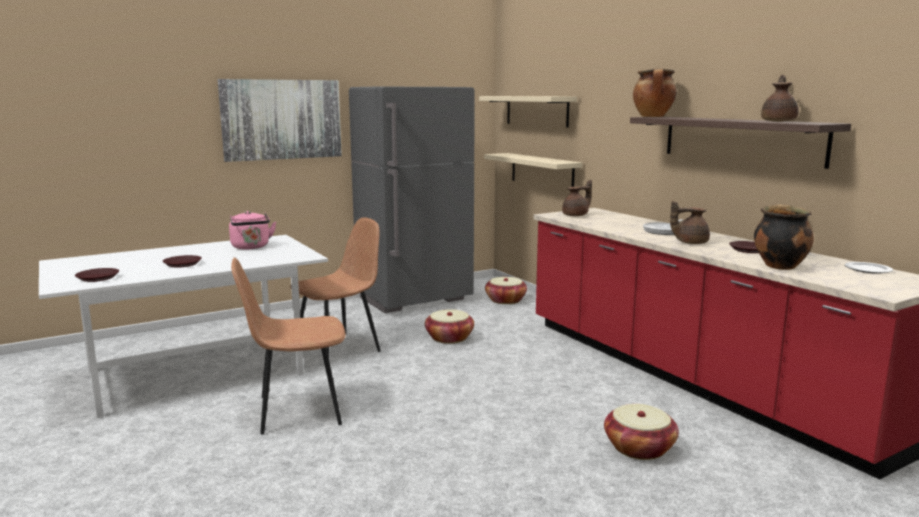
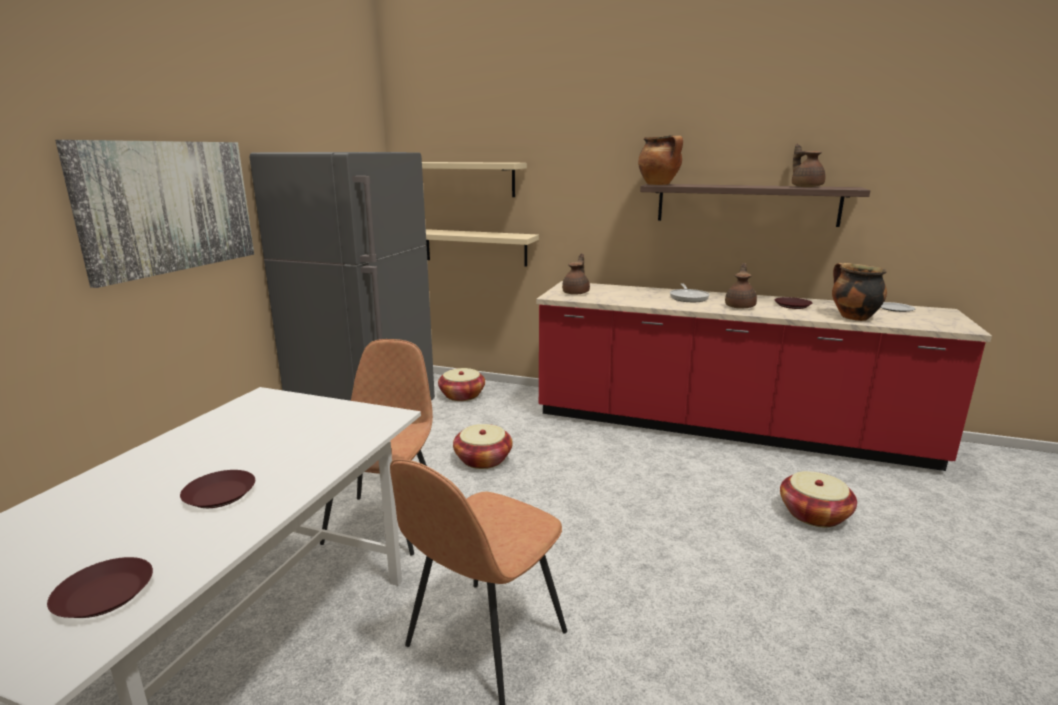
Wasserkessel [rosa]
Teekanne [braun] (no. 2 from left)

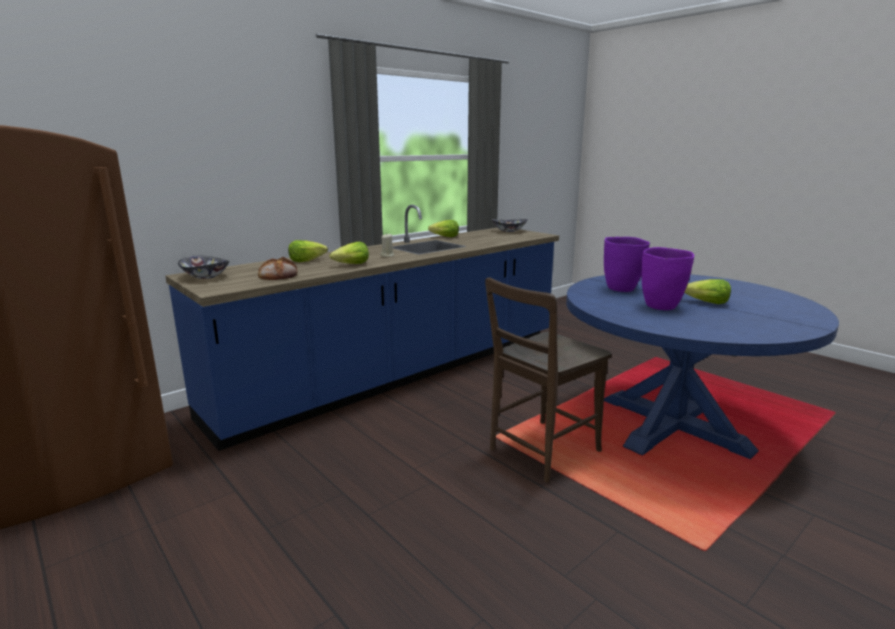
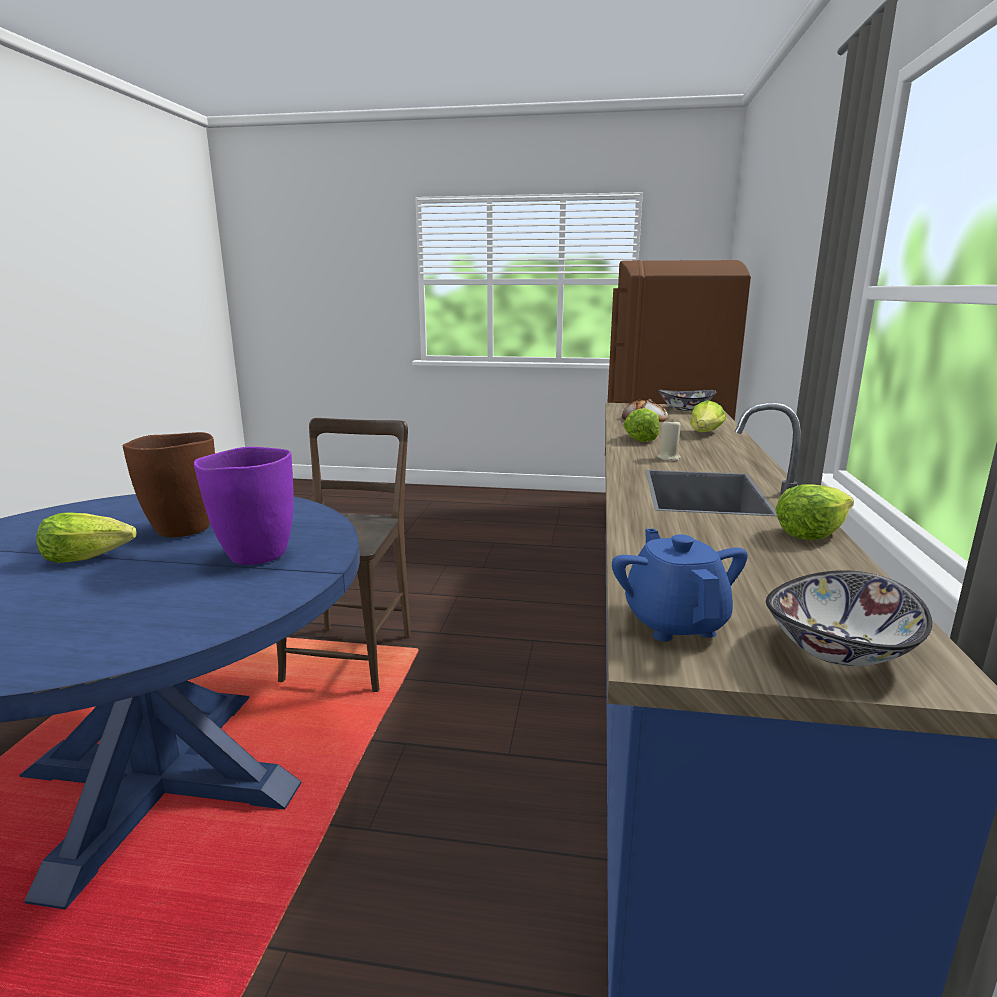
Vase [braun]
Teekanne [blau]

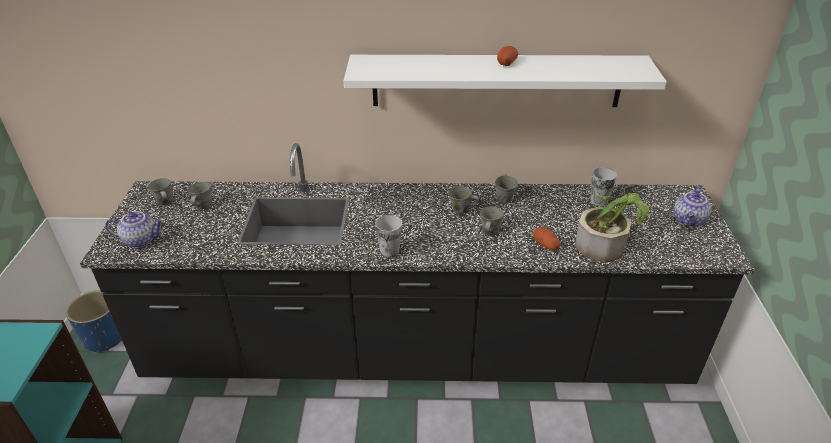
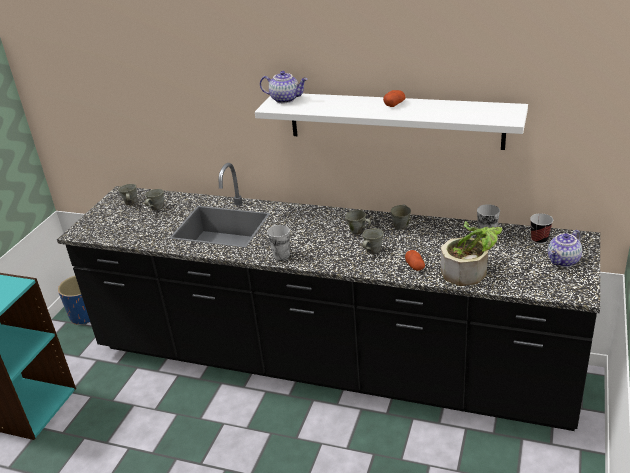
Teekanne (no. 1 from left)
Tasse (no. 3 from left)

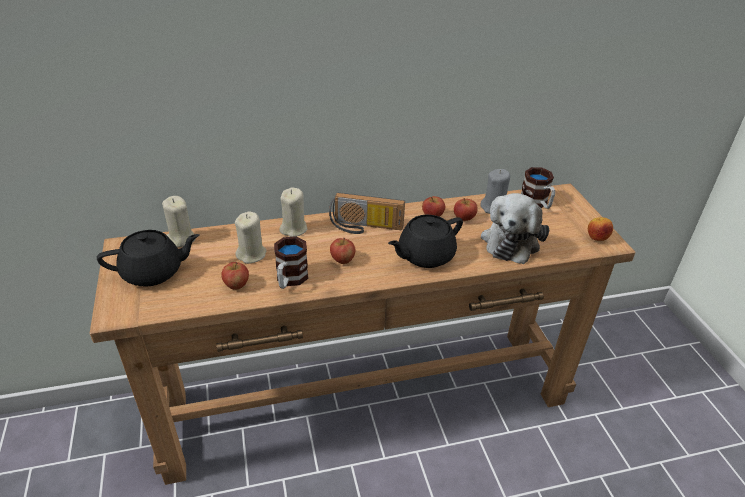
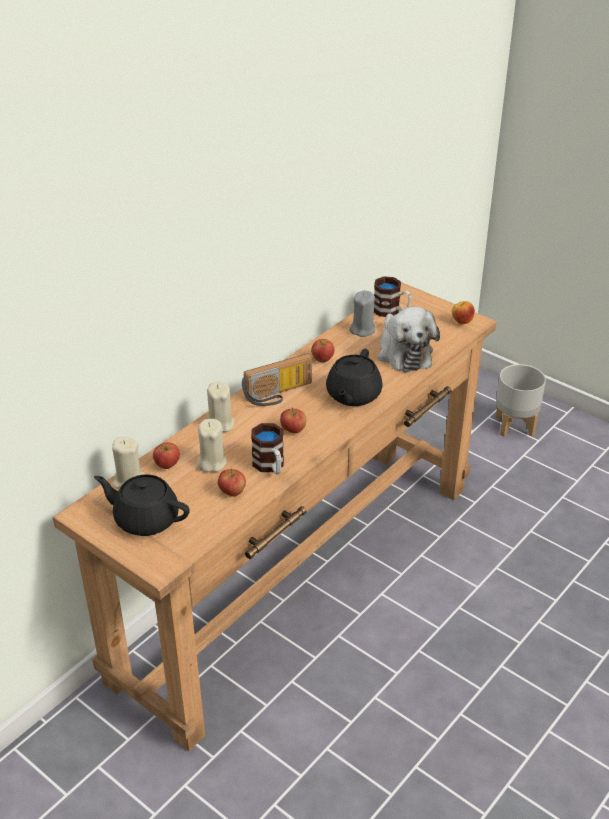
Teekanne [schwarz] (no. 1 from left)
Apfel (no. 1 from left)
Pflanzkübel [grau]

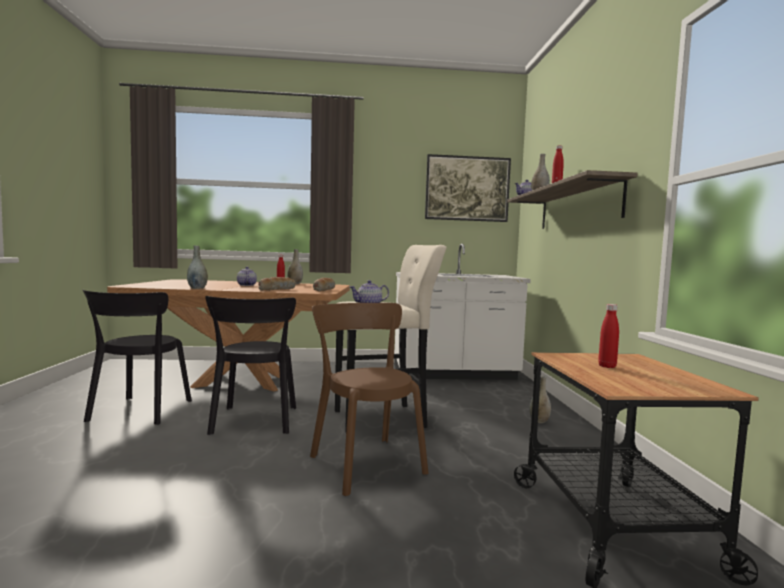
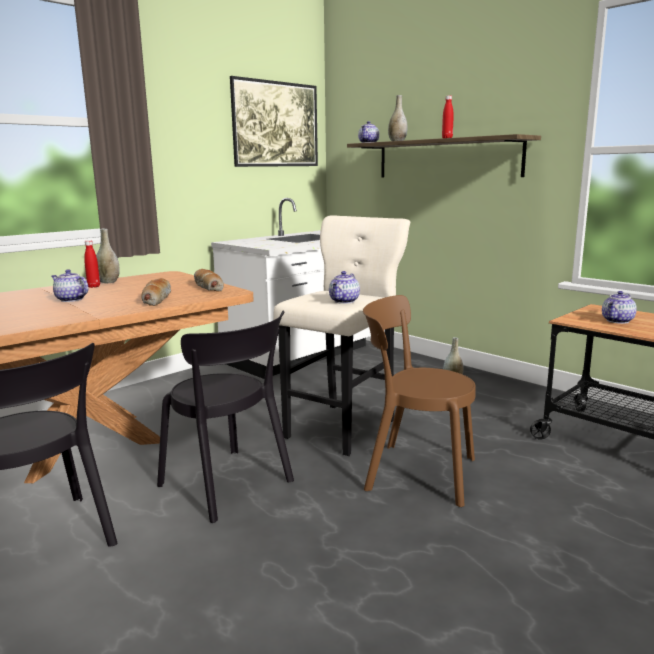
Vase [grau] (no. 1 from left in the first image)
Teekanne (no. 4 from left)

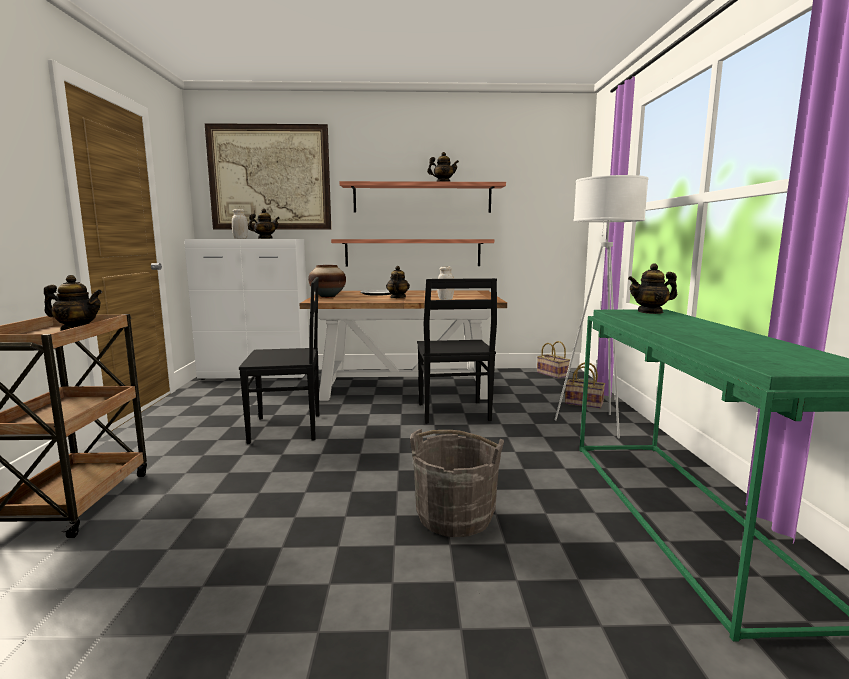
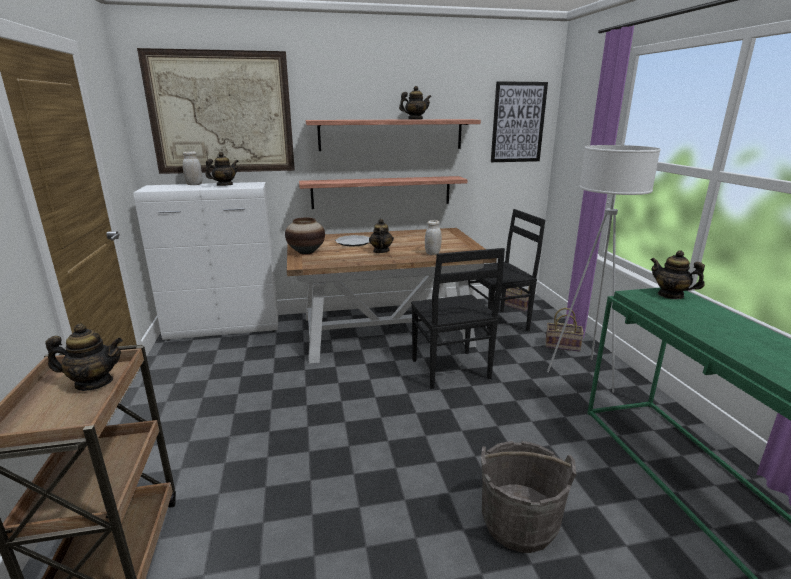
Stuhl [schwarz] (no. 2 from left)
Teekanne (no. 5 from left)
Bild (no. 2 from left)

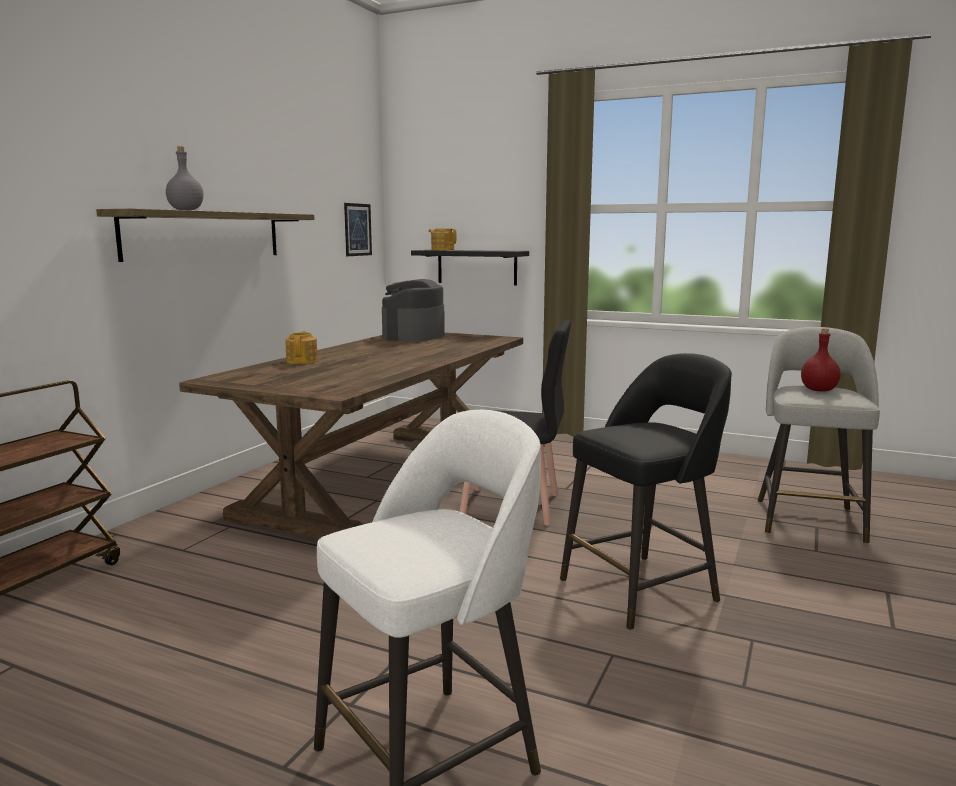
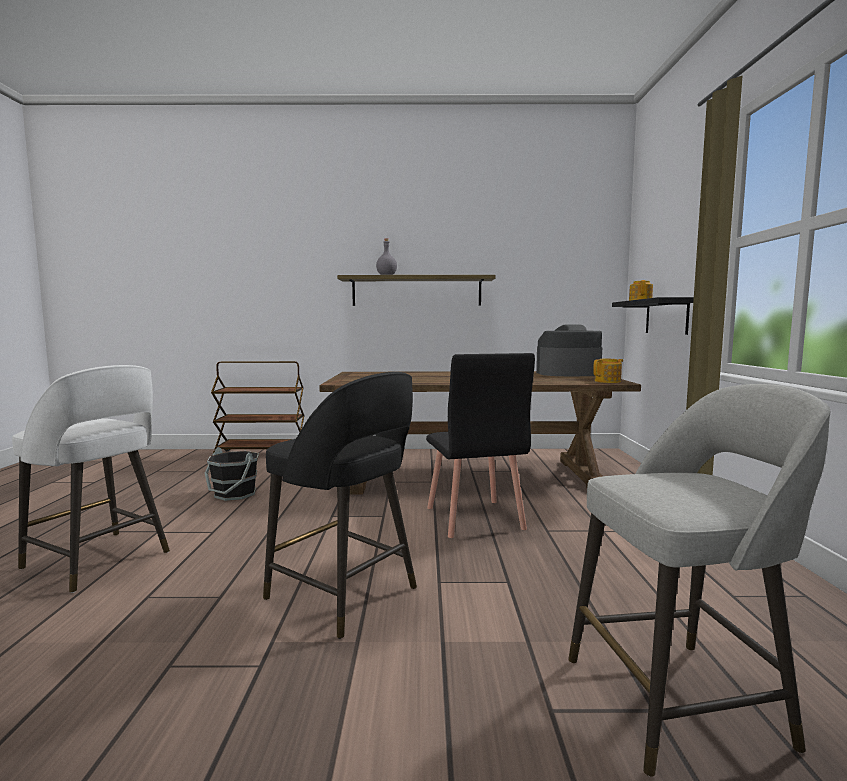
Teekanne (no. 1 from left)
Bild
Flasche [rot]
Eimer [schwarz]

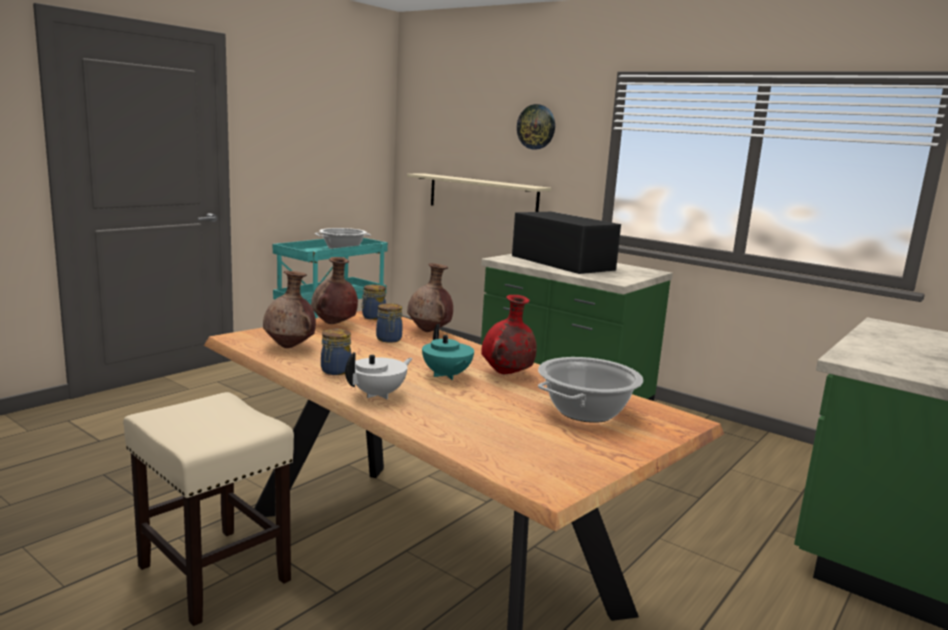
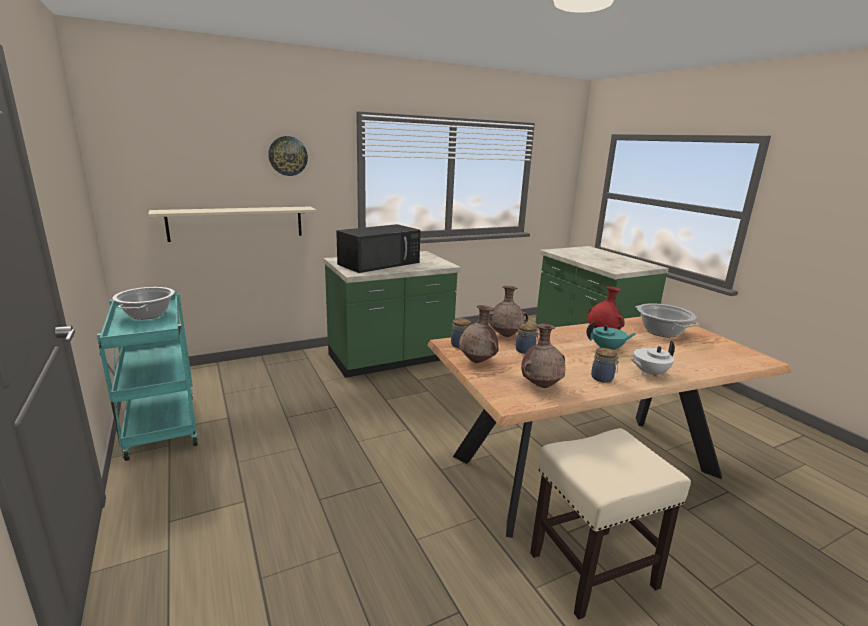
Teekanne [weiß]
Mikrowelle [schwarz]

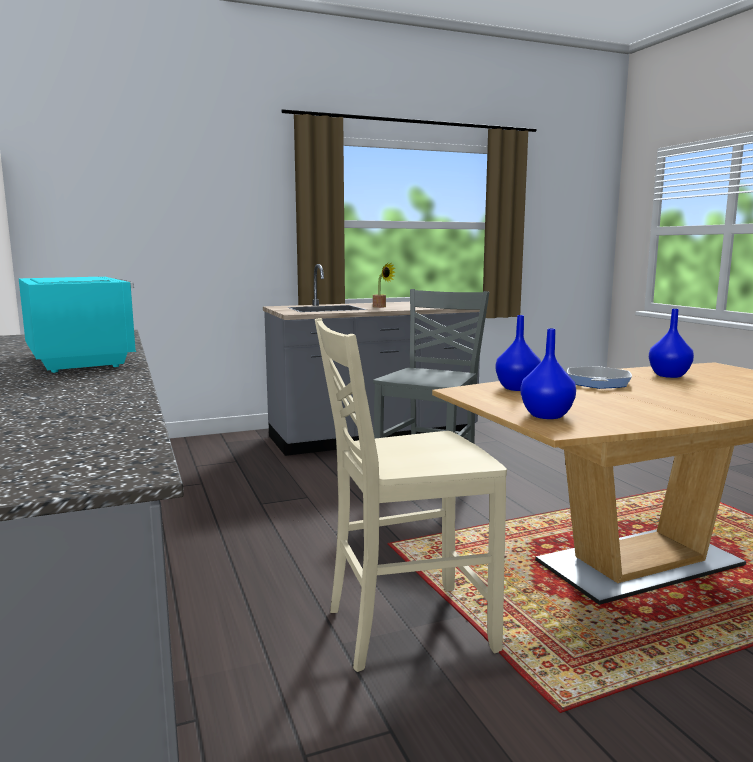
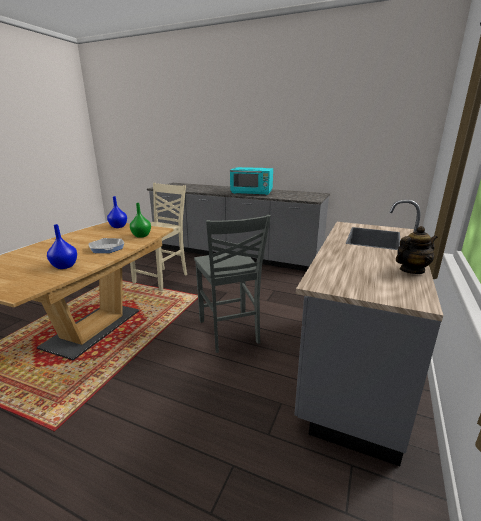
Topfpflanze
Vase [grün]
Teekanne

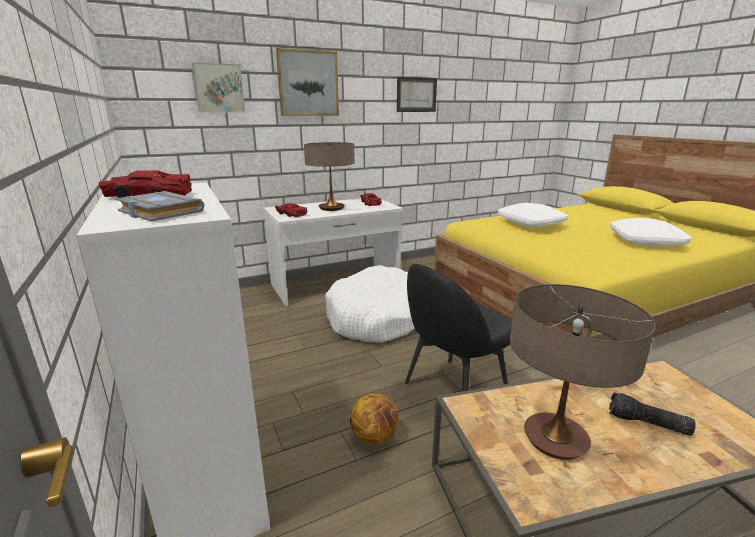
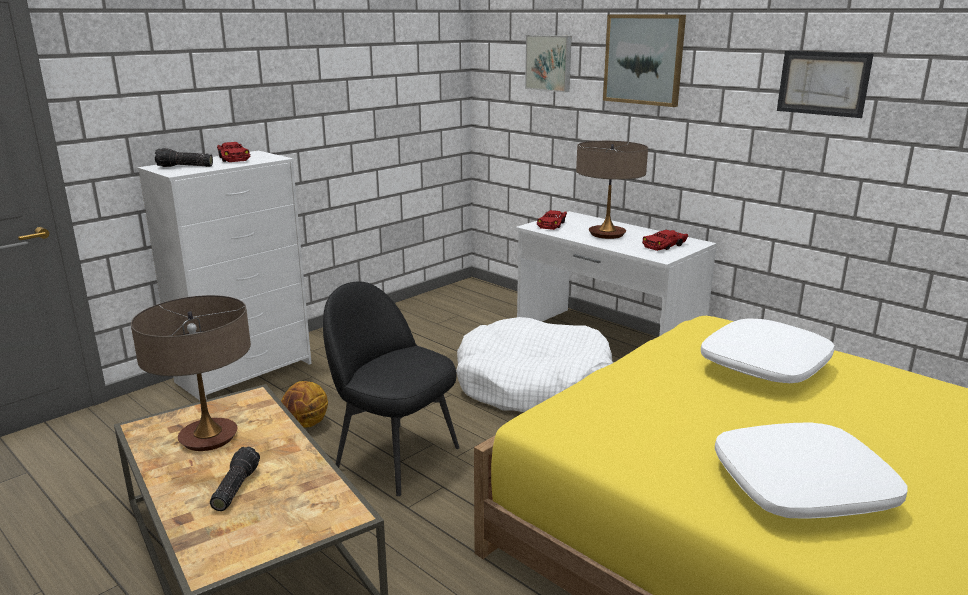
Taschenlampe (no. 1 from left)

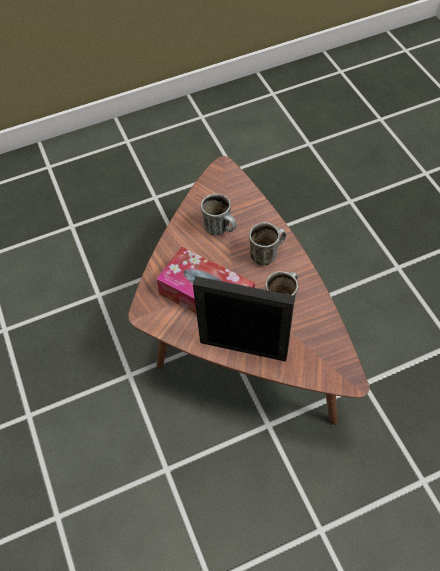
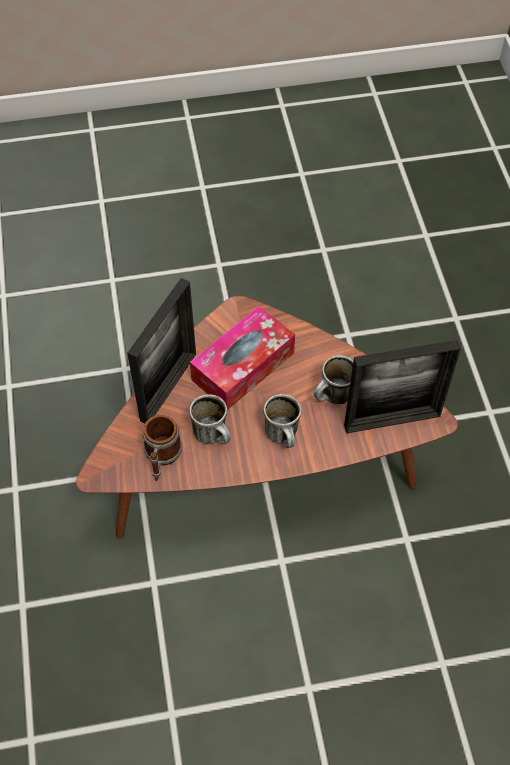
Henkelbecher (no. 1 from left)
Bilderrahmen (no. 2 from left)

